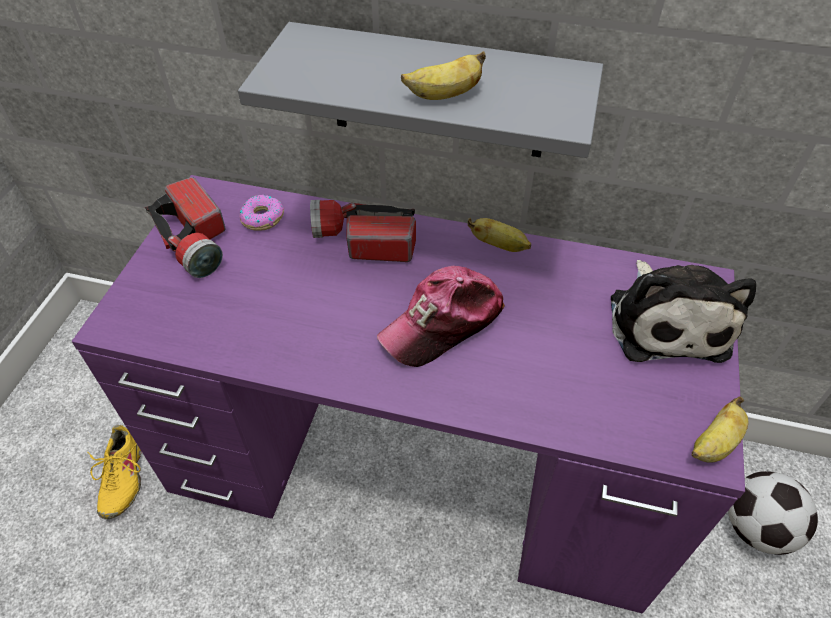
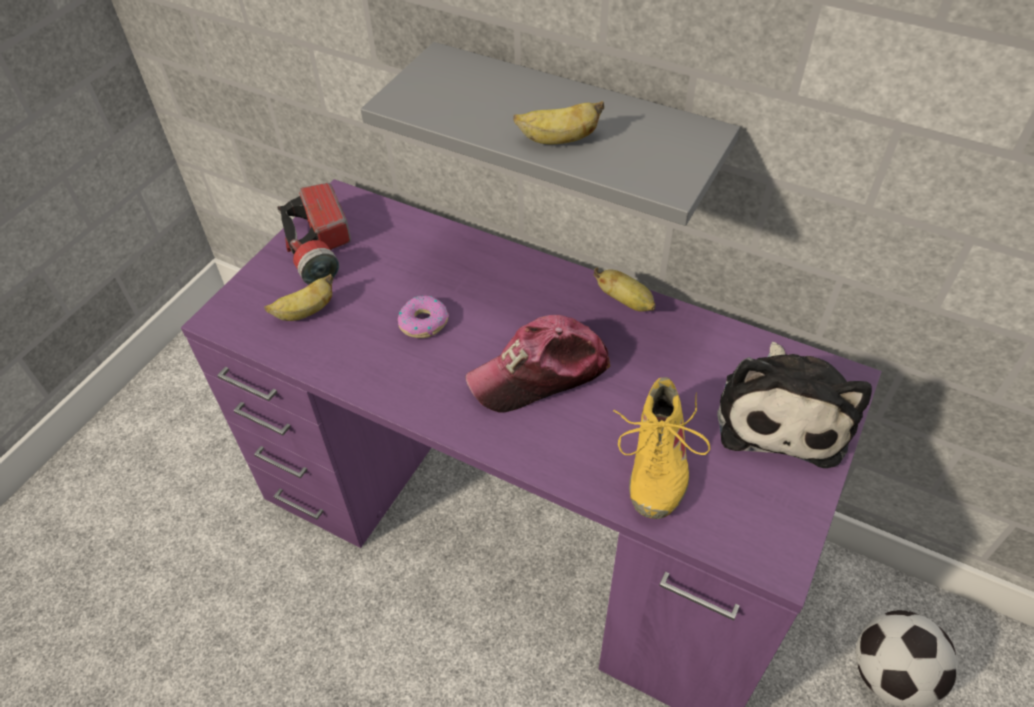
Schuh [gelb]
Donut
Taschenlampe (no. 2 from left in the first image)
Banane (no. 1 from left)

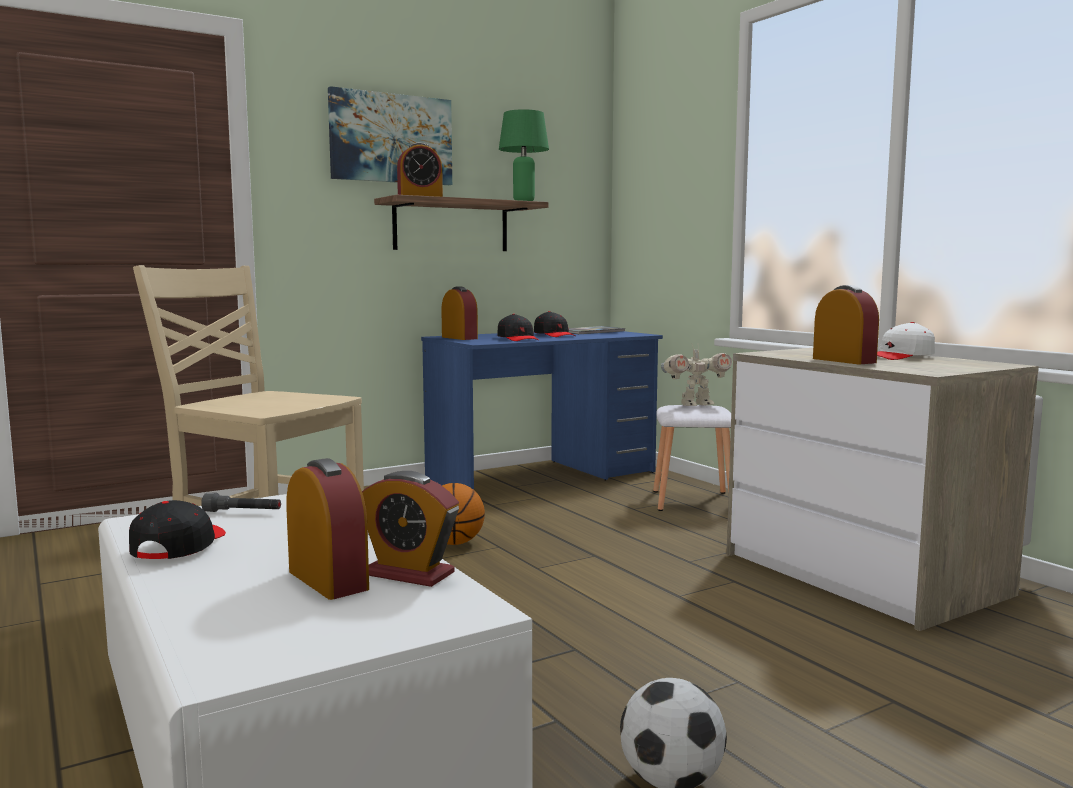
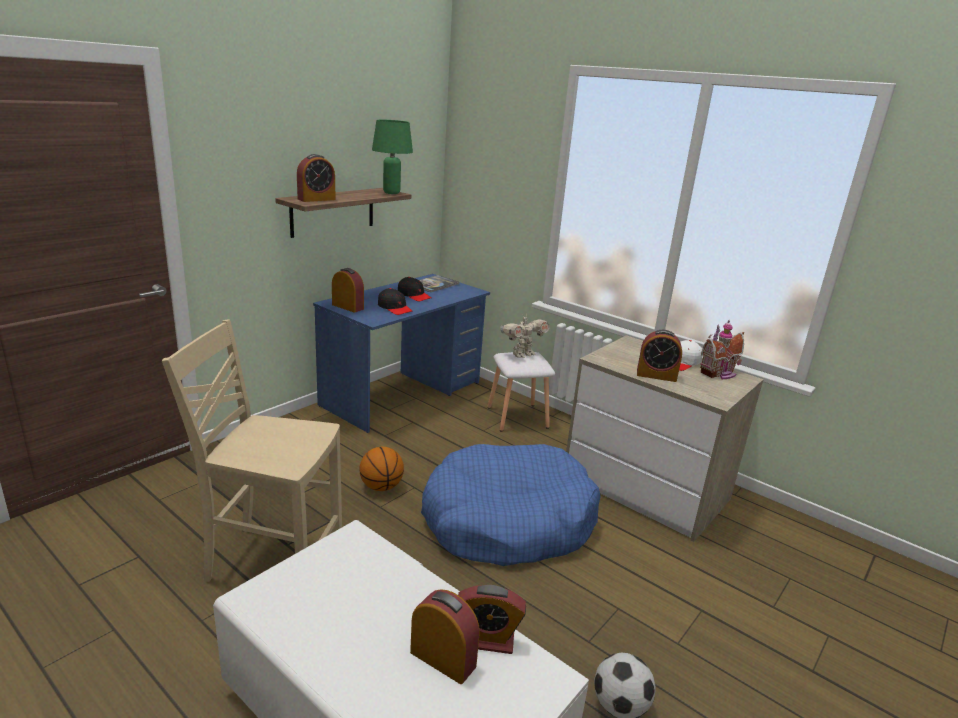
Kappe [schwarz] (no. 1 from left in the first image)
Taschenlampe [grau]
Bild
Wecker (no. 5 from left)
Hundebett [blau]
Spielzeughaus

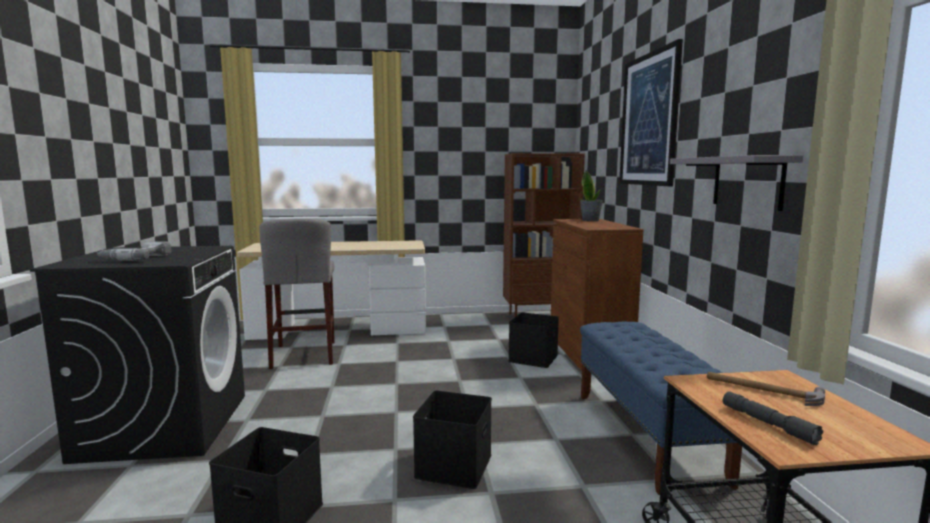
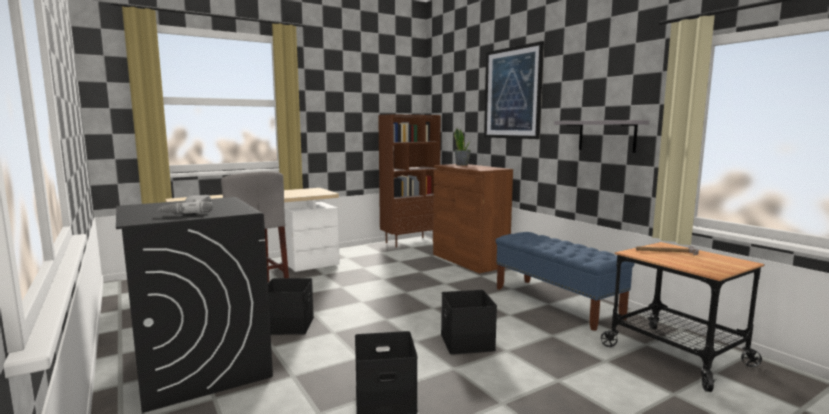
Aufbewahrungsbox [schwarz] (no. 1 from left)
Taschenlampe [grau]

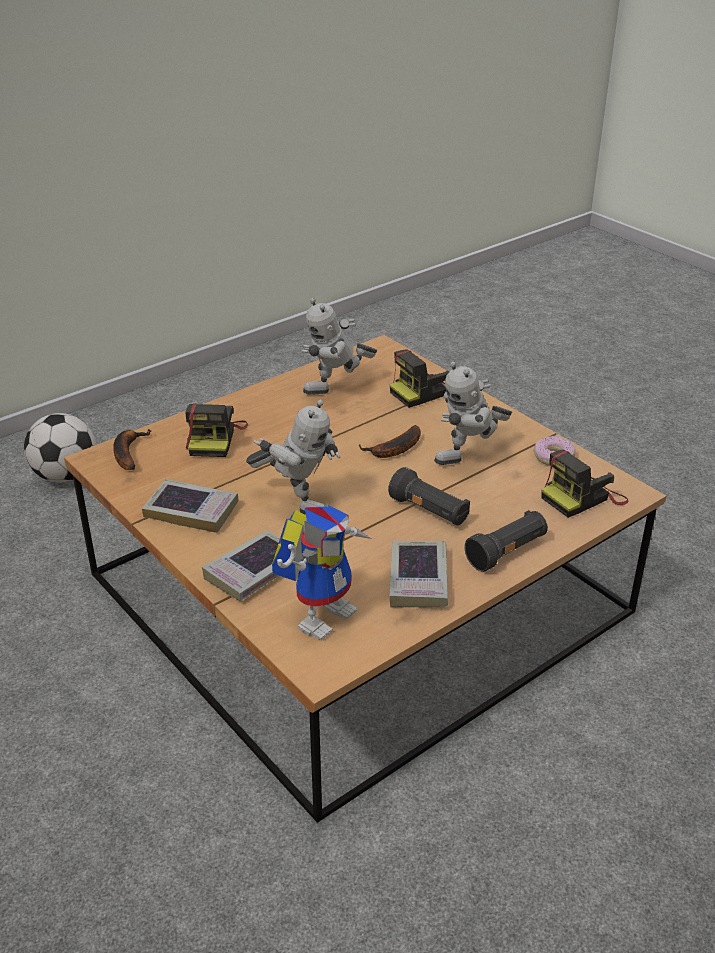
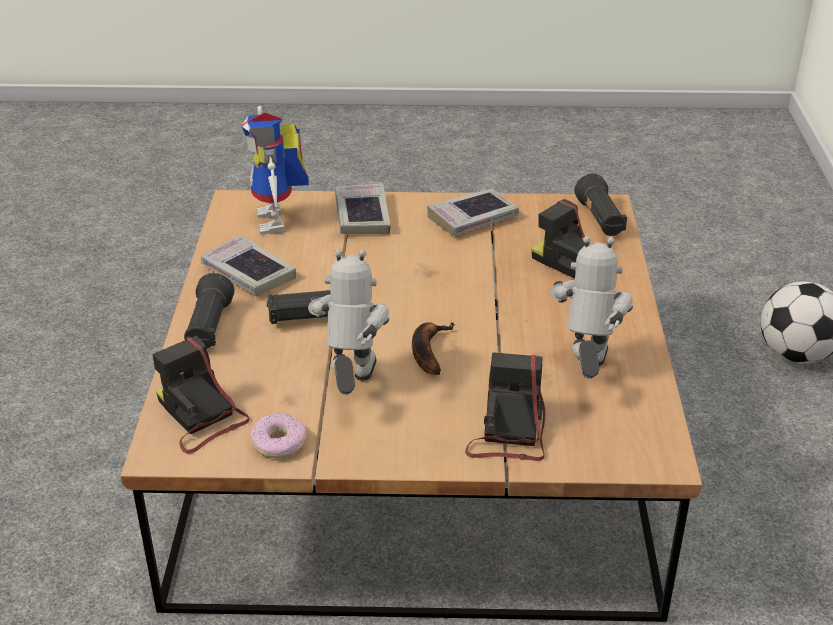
Taschenlampe [schwarz] (no. 3 from left)
Spielzeugroboter (no. 1 from left in the first image)
Kamera (no. 1 from left)

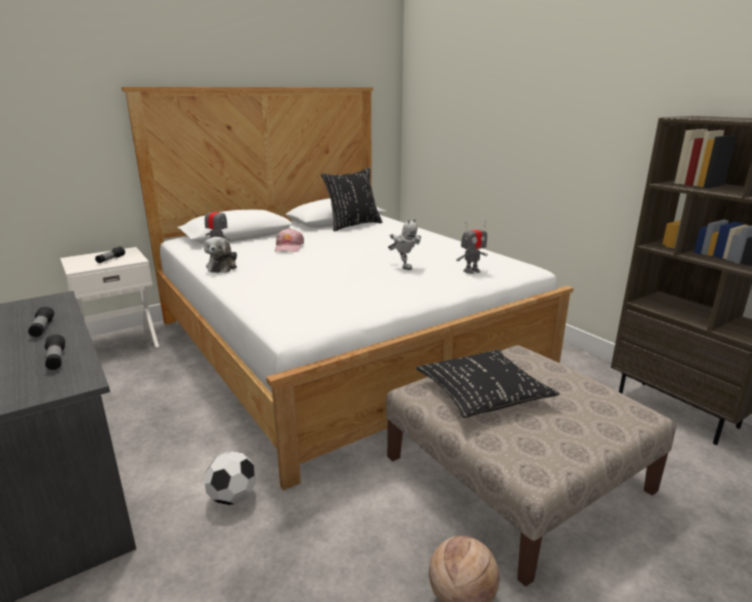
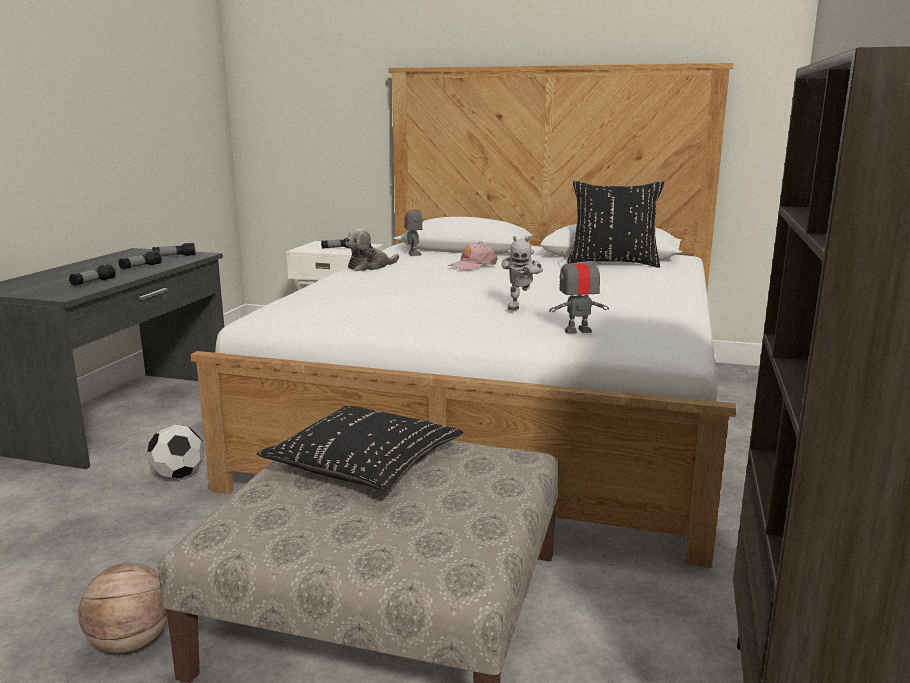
Spielzeugroboter (no. 3 from left)
Taschenlampe (no. 3 from left)

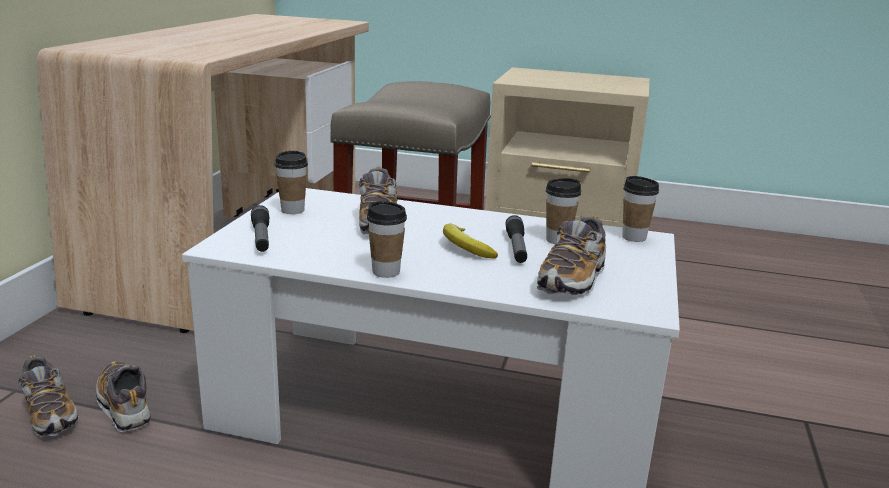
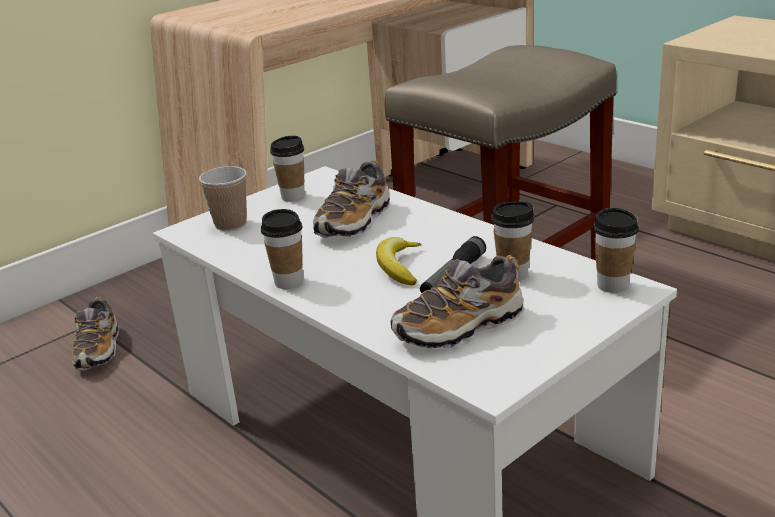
Schuh (no. 2 from left in the first image)
Tasse (no. 1 from left)

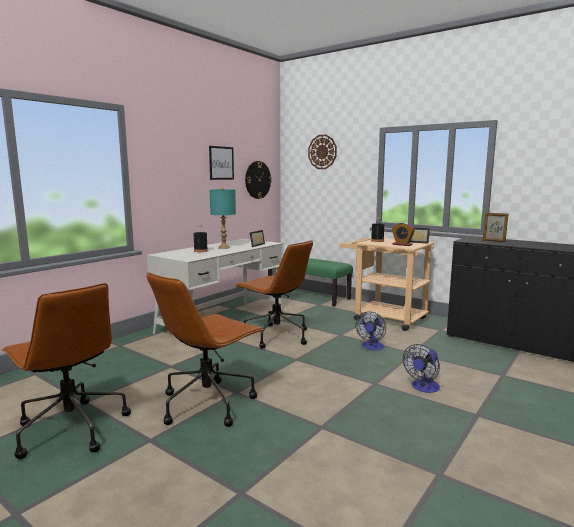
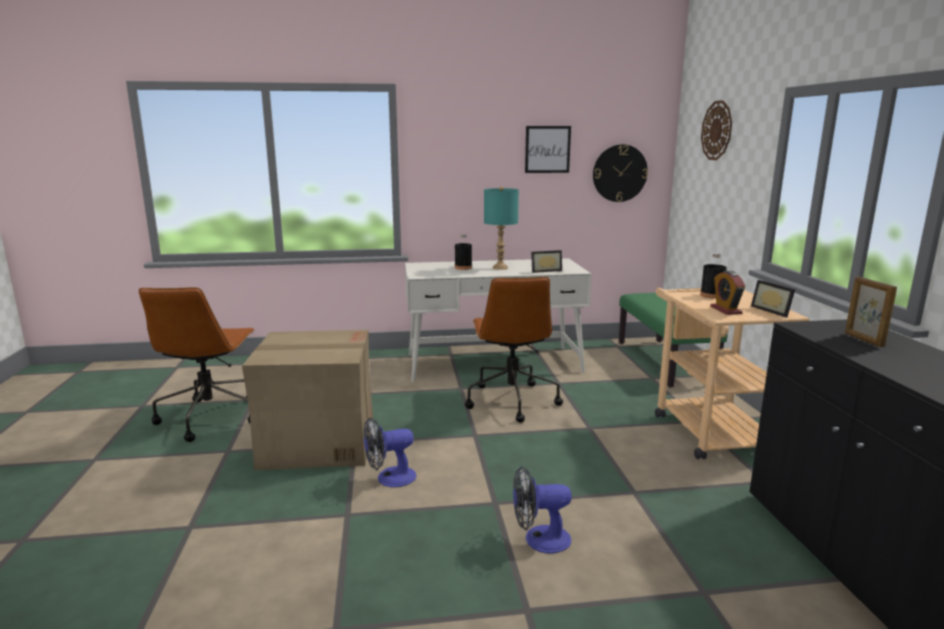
Karton
Ventilator (no. 1 from left)

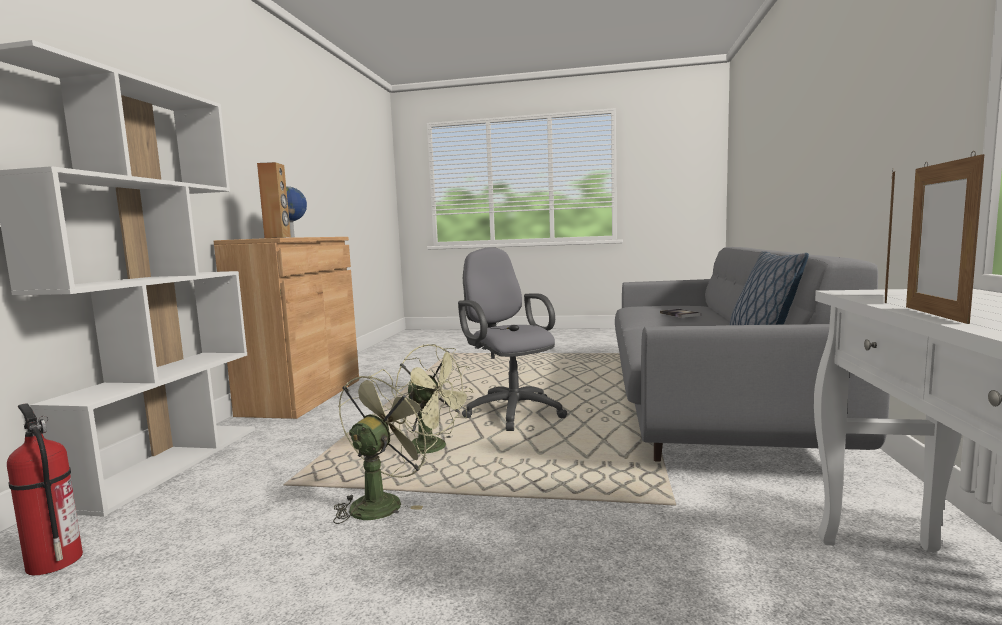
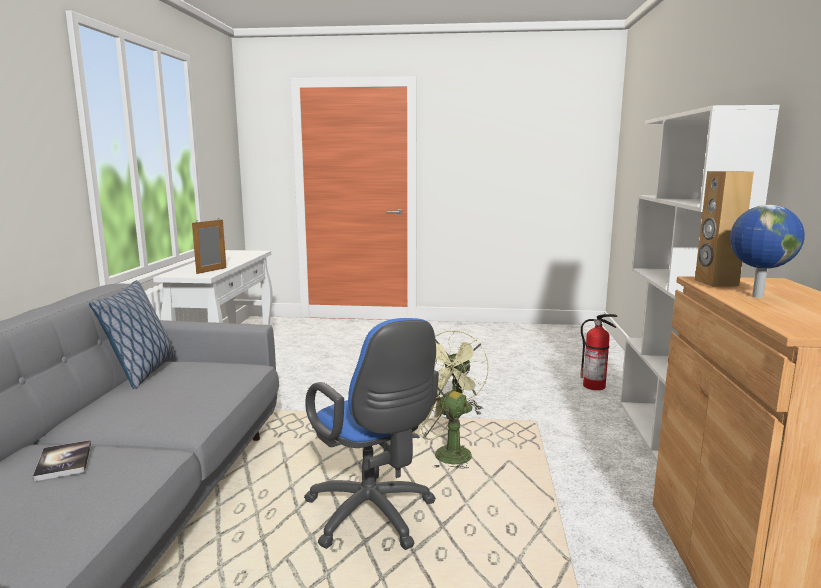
Bürostuhl [blau]
Bilderrahmen (no. 2 from left in the first image)

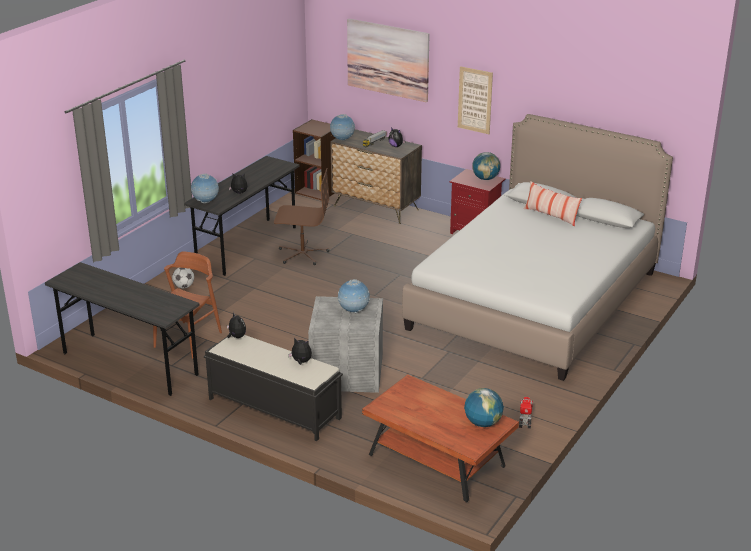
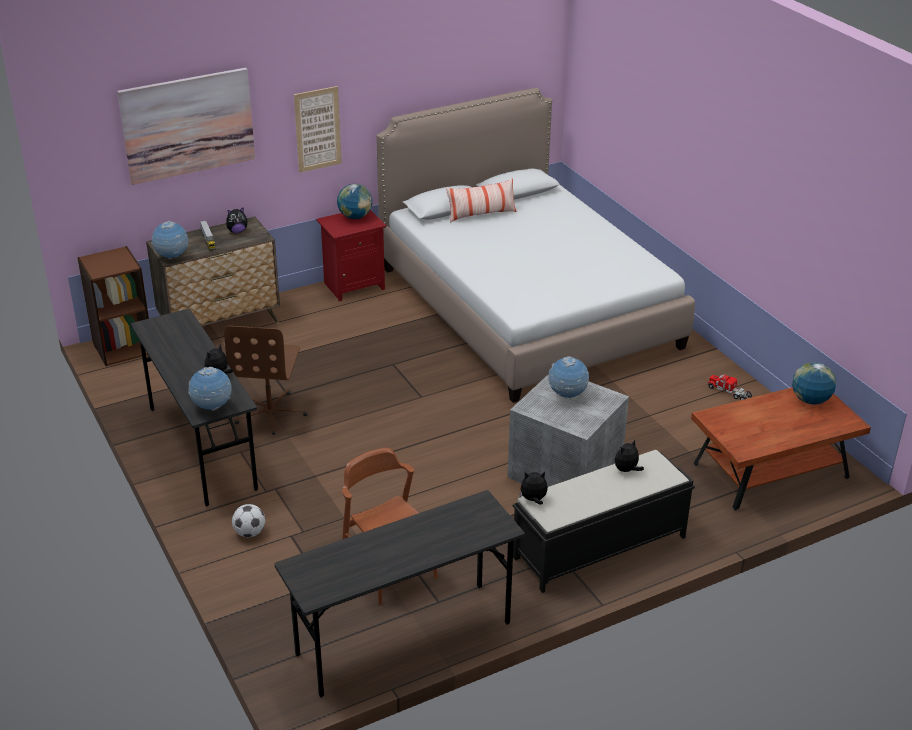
Bürostuhl [braun]

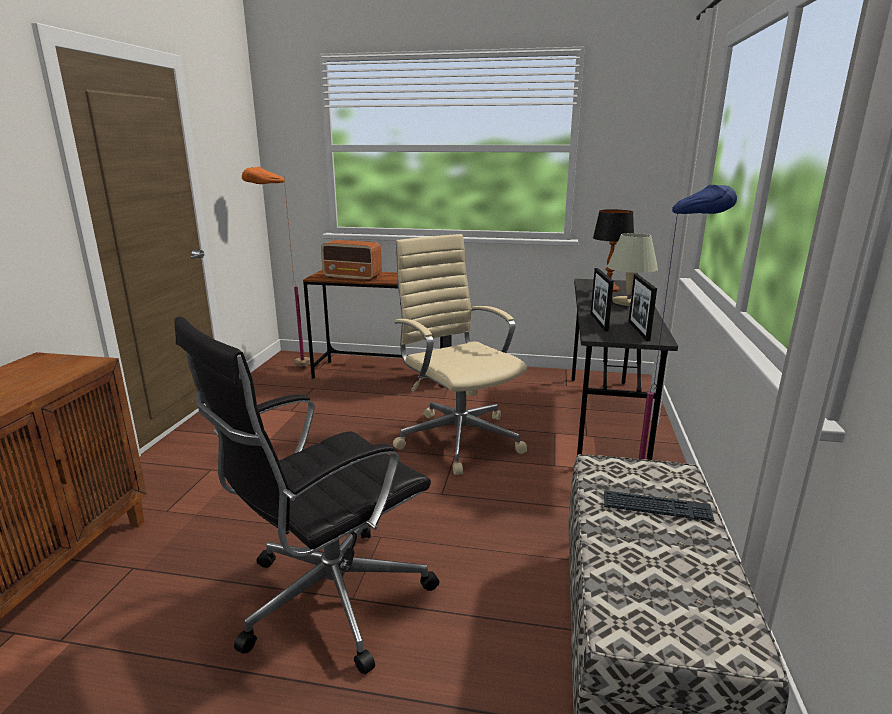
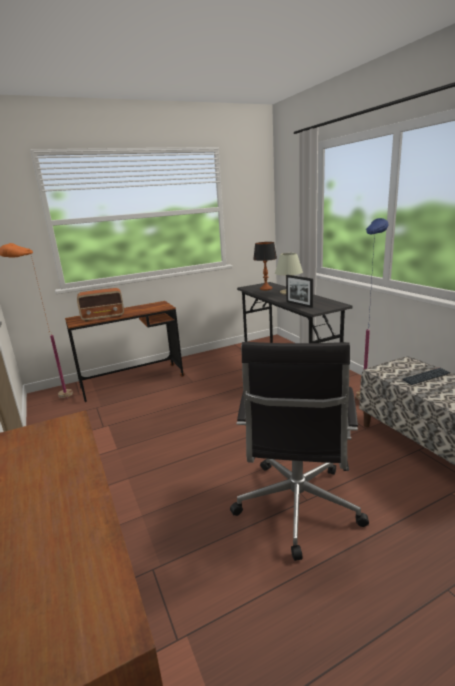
Bürostuhl [beige]
Bilderrahmen (no. 2 from left in the first image)

